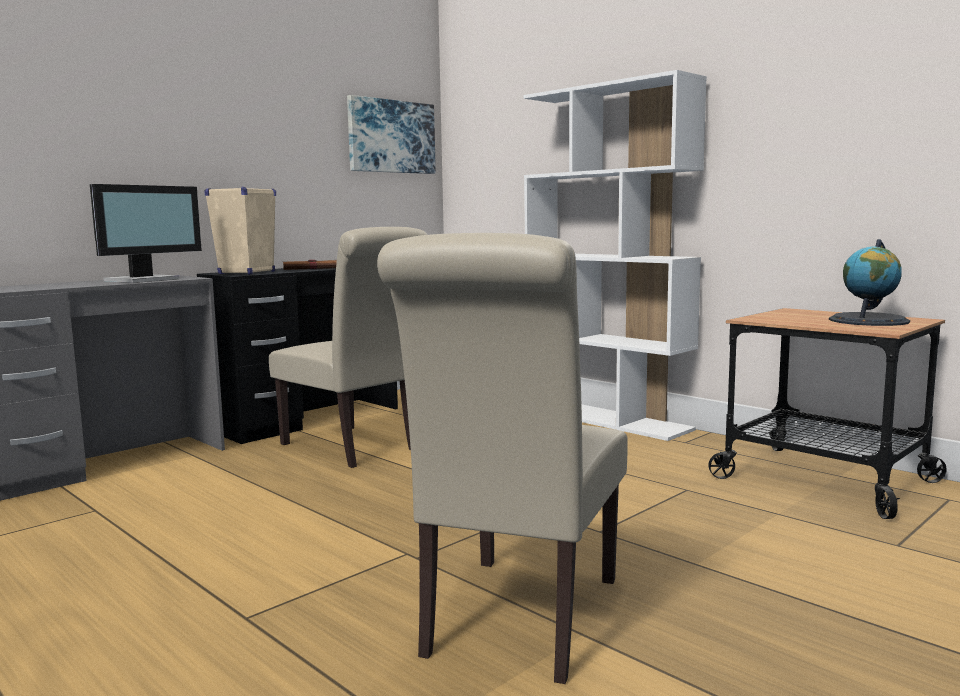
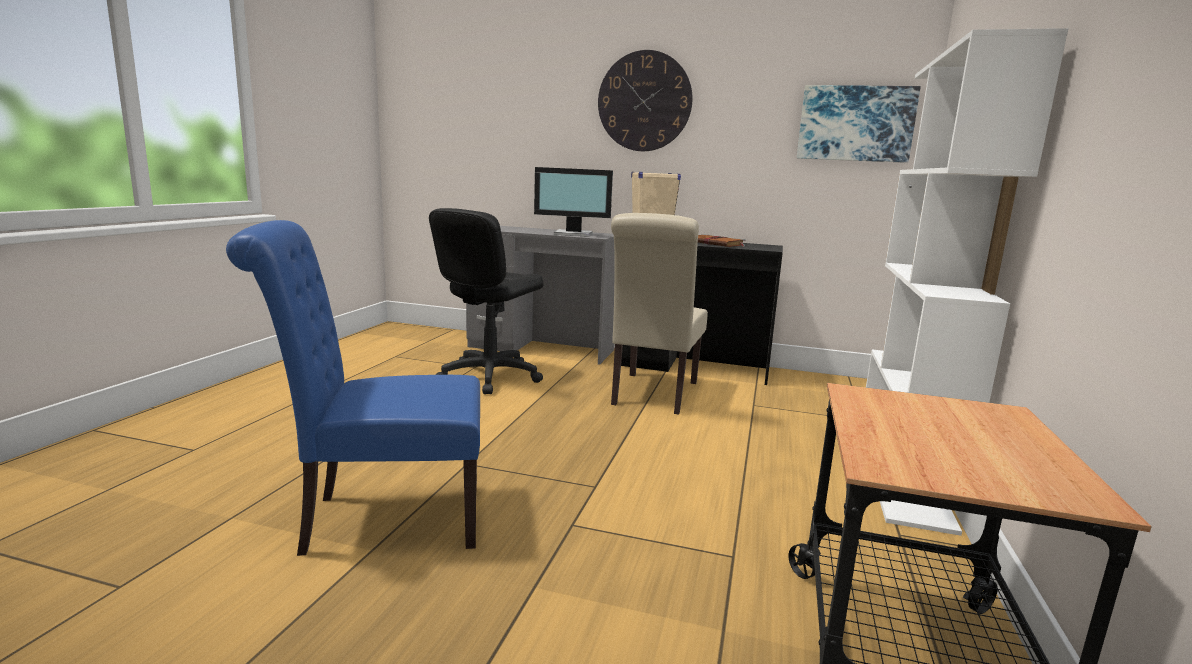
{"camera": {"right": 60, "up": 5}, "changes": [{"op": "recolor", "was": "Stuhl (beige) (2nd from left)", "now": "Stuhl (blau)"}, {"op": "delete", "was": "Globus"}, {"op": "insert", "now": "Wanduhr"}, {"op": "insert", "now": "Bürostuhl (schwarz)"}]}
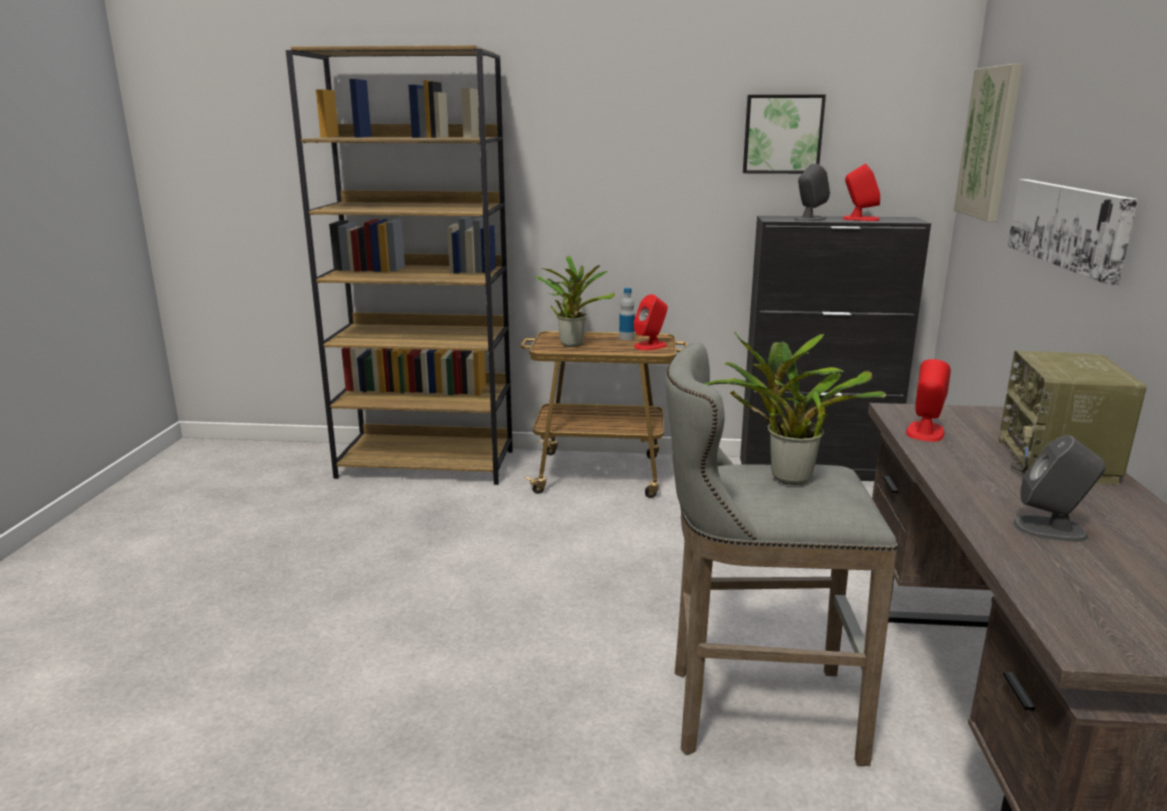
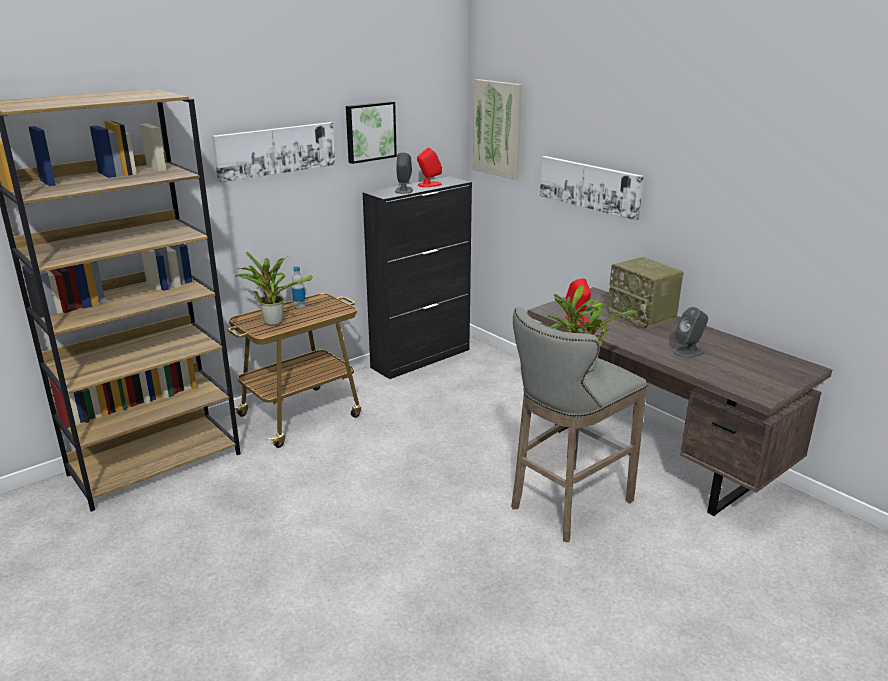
{"camera": {"right": -45, "up": 5}, "changes": [{"op": "delete", "was": "Lautsprecher (rot) (1st from left)"}, {"op": "insert", "now": "Bild (1st from left)"}]}
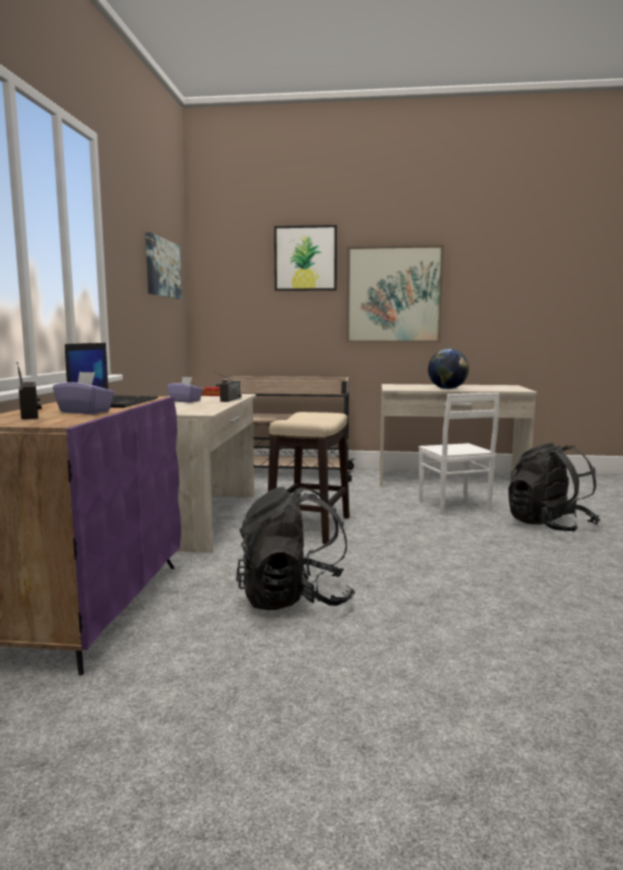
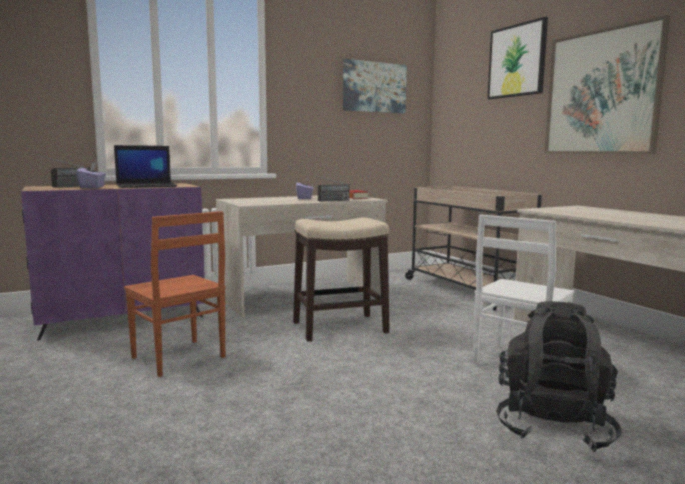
{"camera": {"right": 55, "up": 0}, "changes": [{"op": "delete", "was": "Globus"}, {"op": "replace", "was": "Rucksack (schwarz) (1st from left)", "now": "Stuhl (braun)"}]}
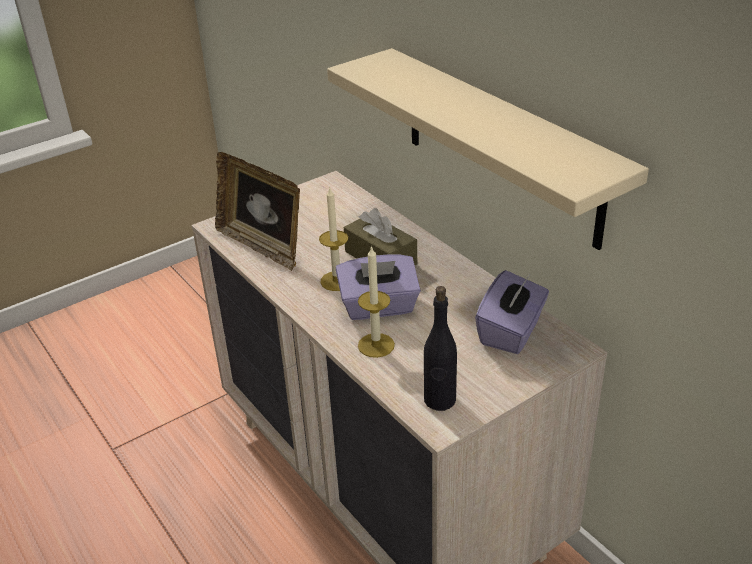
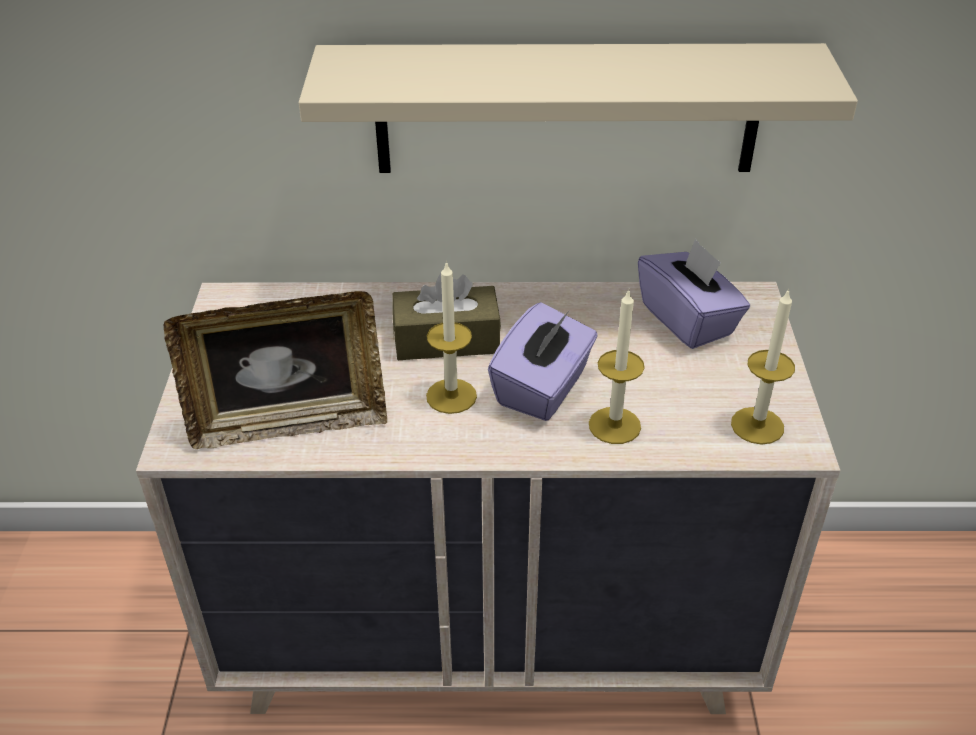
{"camera": {"right": -55, "up": 5}, "changes": [{"op": "replace", "was": "Flasche (schwarz)", "now": "Kerze (3rd from left)"}]}
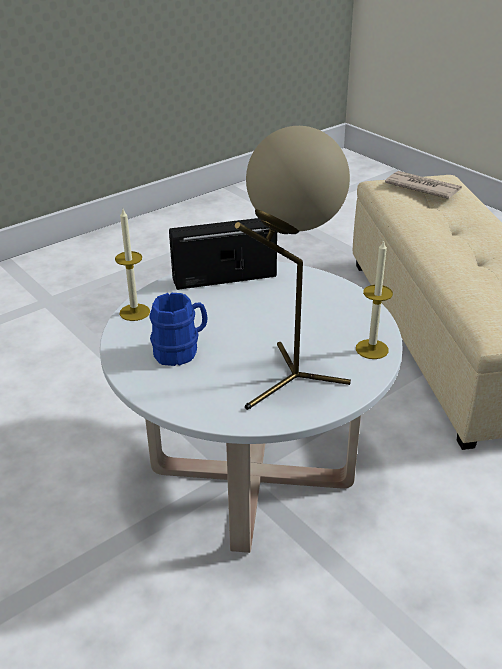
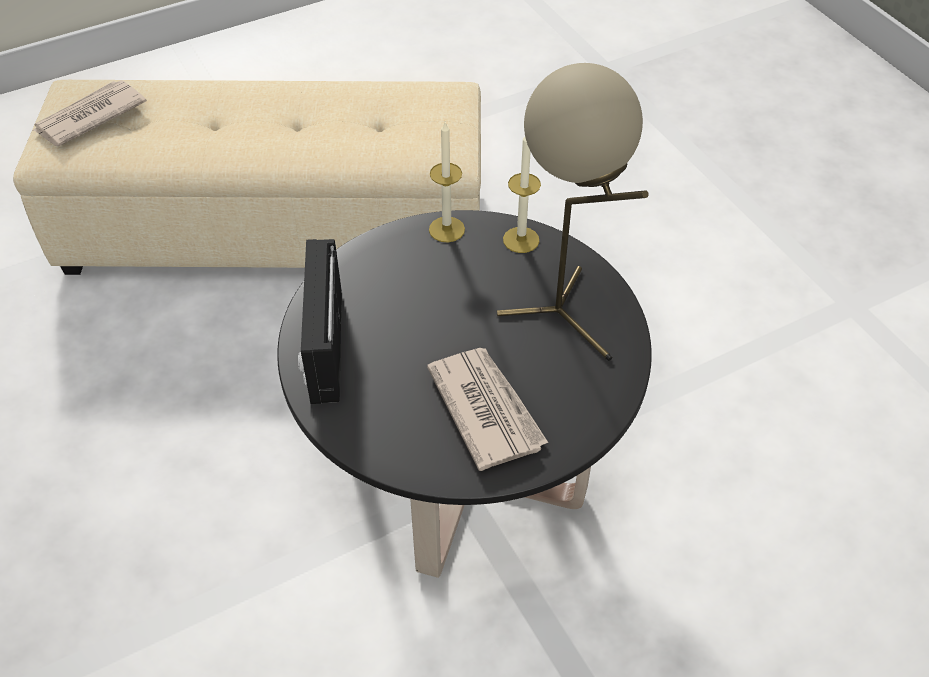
{"camera": {"right": -80, "up": 15}, "changes": [{"op": "move", "was": "Kerze (1st from left)"}, {"op": "recolor", "was": "Couchtisch (weiß)", "now": "Couchtisch (schwarz)"}, {"op": "replace", "was": "Henkelbecher (blau)", "now": "Zeitung (2nd from left)"}]}
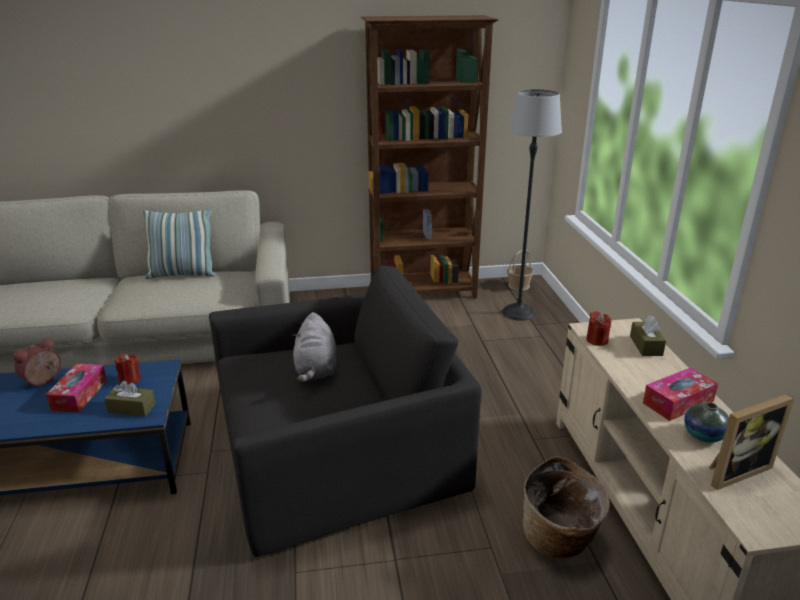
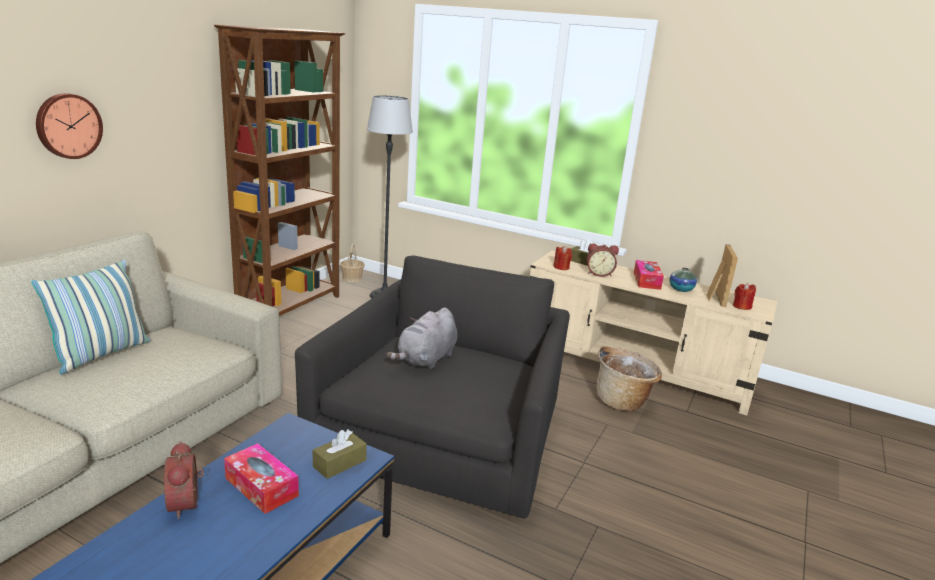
{"camera": {"right": -55, "up": -5}, "changes": [{"op": "rotate", "was": "Plüschtier (grau)", "clockwise": 90}, {"op": "move", "was": "Kerze (rot) (1st from left in the first image)", "now": "Kerze (rot) (2nd from left)"}, {"op": "insert", "now": "Wanduhr"}, {"op": "insert", "now": "Wecker (2nd from left)"}]}
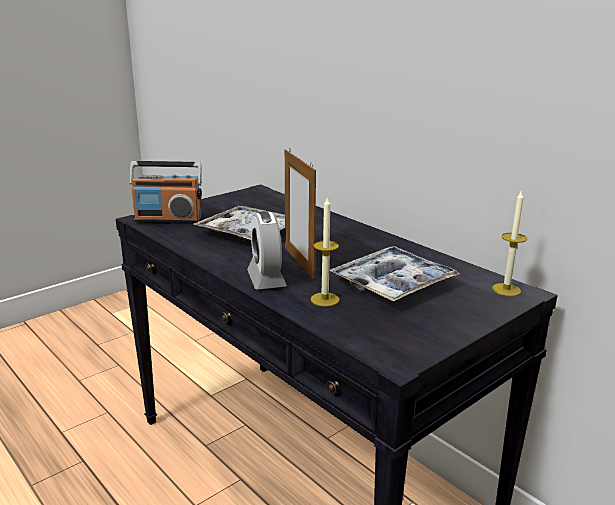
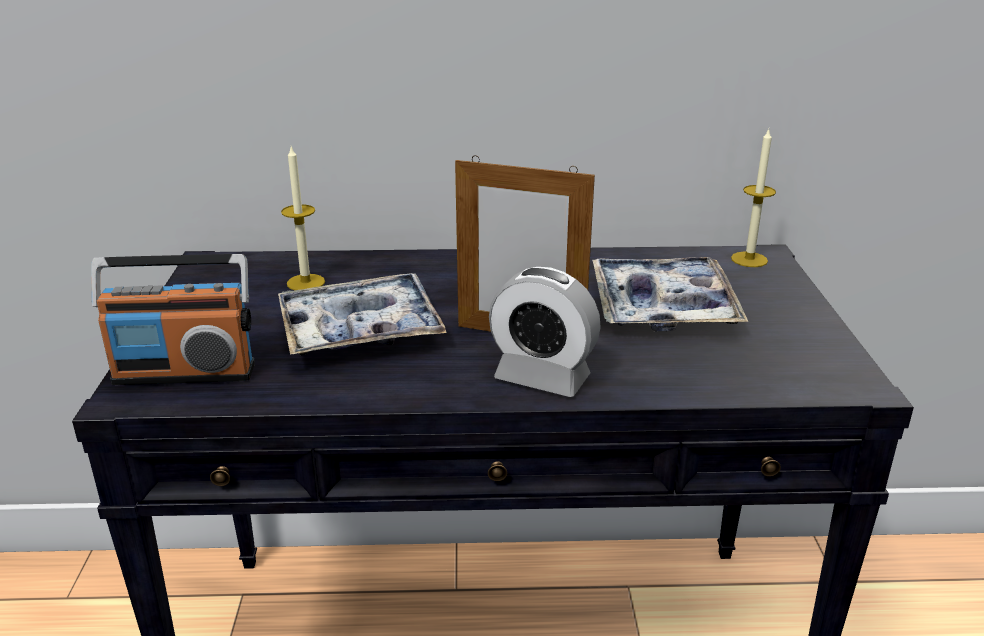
{"camera": {"right": -50, "up": 5}, "changes": [{"op": "rotate", "was": "Radio", "clockwise": 45}, {"op": "move", "was": "Kerze (1st from left)"}]}
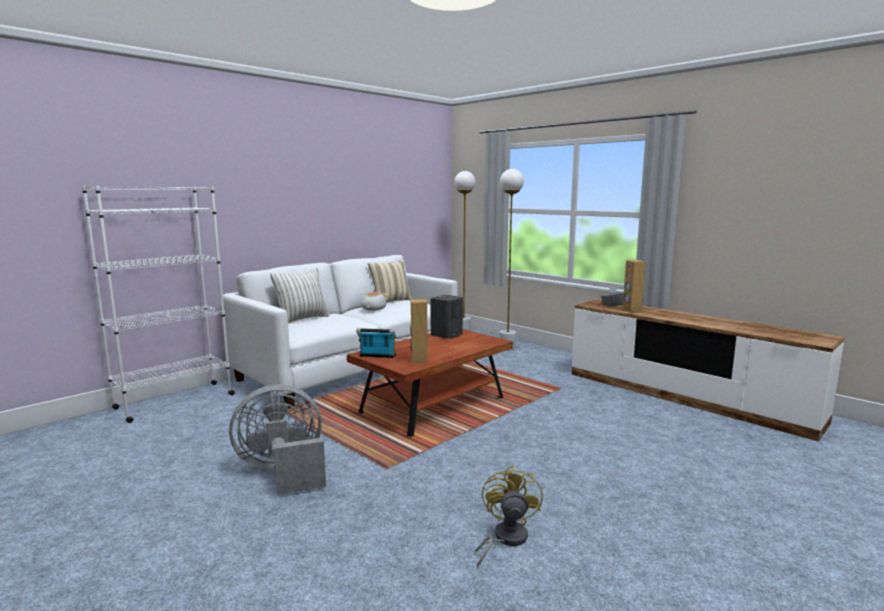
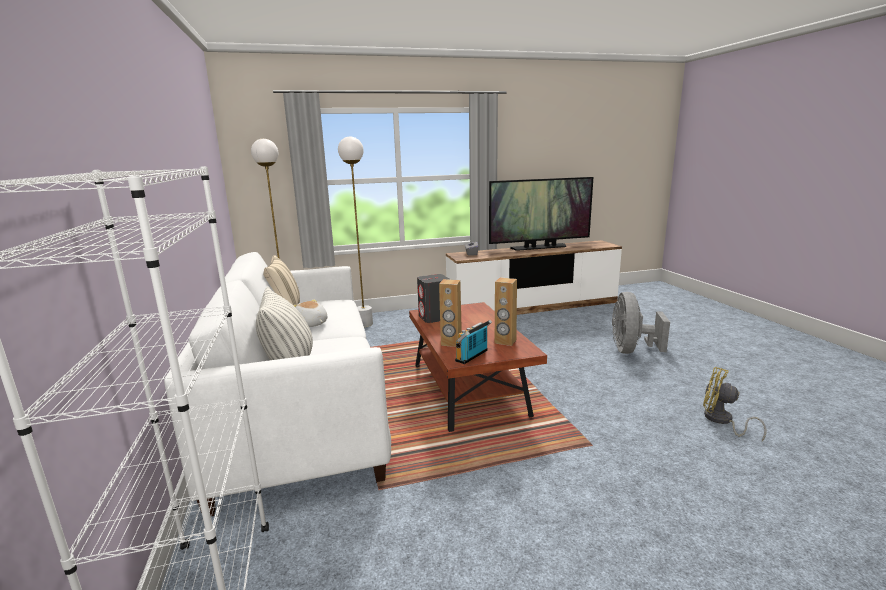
{"camera": {"right": -60, "up": 5}, "changes": [{"op": "move", "was": "Lautsprecher (braun) (2nd from left in the first image)", "now": "Lautsprecher (braun) (1st from left)"}, {"op": "move", "was": "Ventilator (grau)"}, {"op": "insert", "now": "Fernseher"}]}
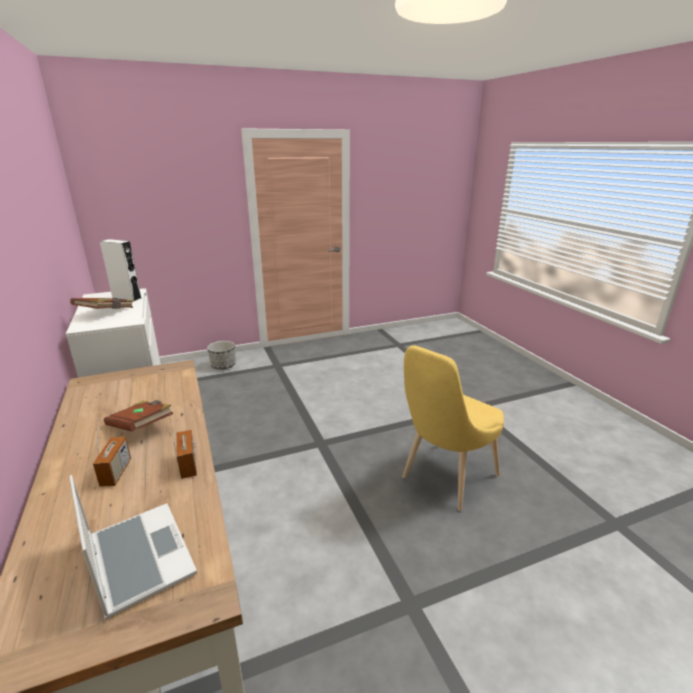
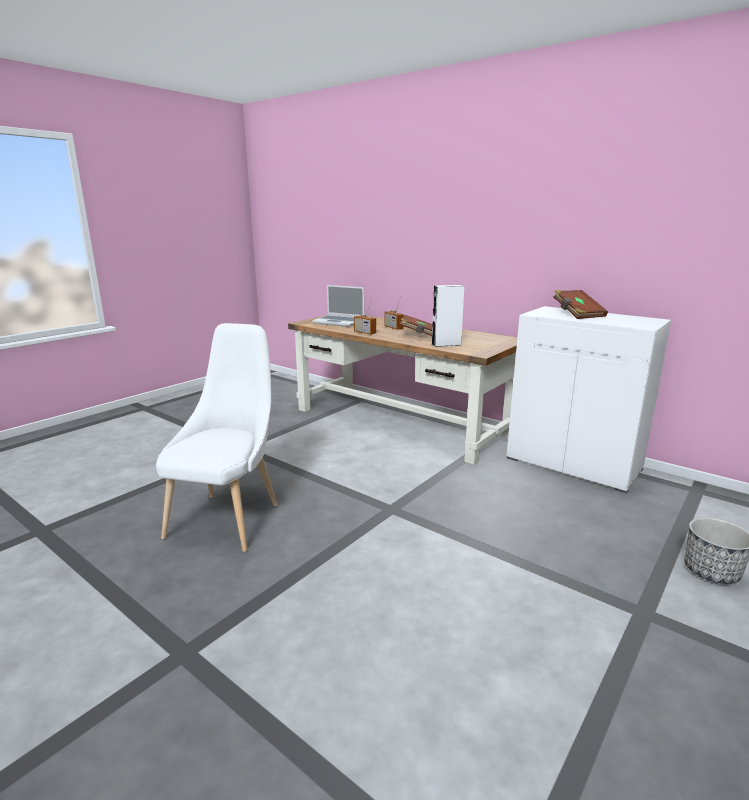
{"camera": {"right": 150, "up": -5}, "changes": [{"op": "move", "was": "Lautsprecher (weiß)"}, {"op": "recolor", "was": "Stuhl (gelb)", "now": "Stuhl (weiß)"}]}
